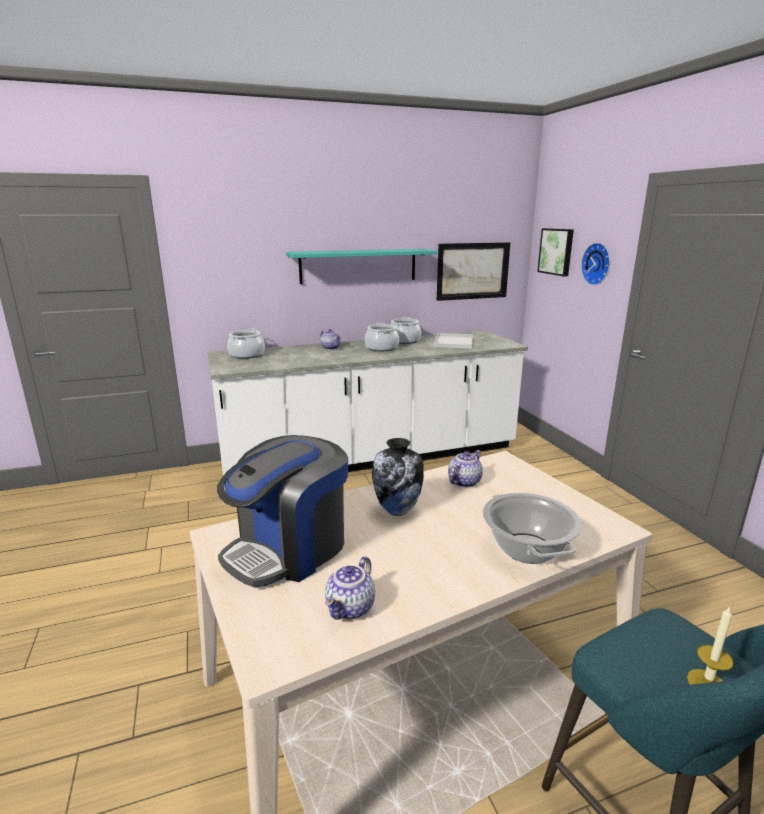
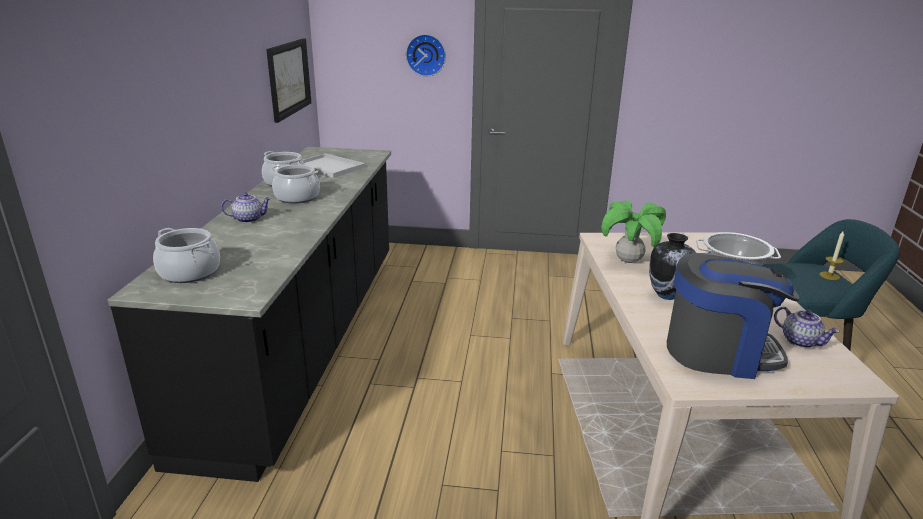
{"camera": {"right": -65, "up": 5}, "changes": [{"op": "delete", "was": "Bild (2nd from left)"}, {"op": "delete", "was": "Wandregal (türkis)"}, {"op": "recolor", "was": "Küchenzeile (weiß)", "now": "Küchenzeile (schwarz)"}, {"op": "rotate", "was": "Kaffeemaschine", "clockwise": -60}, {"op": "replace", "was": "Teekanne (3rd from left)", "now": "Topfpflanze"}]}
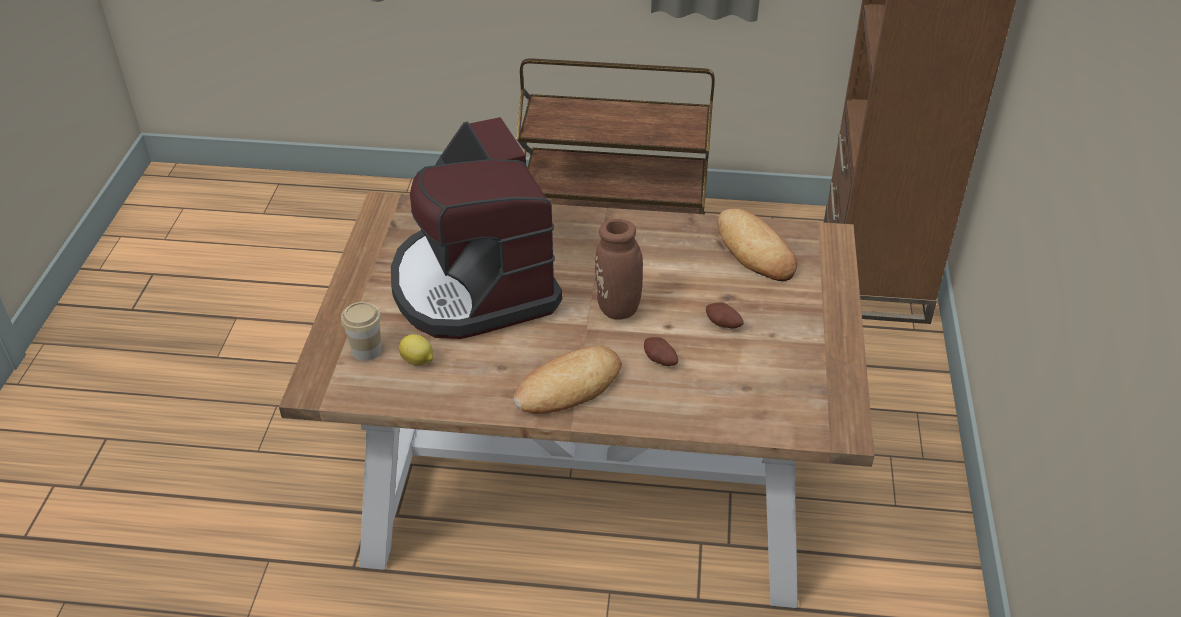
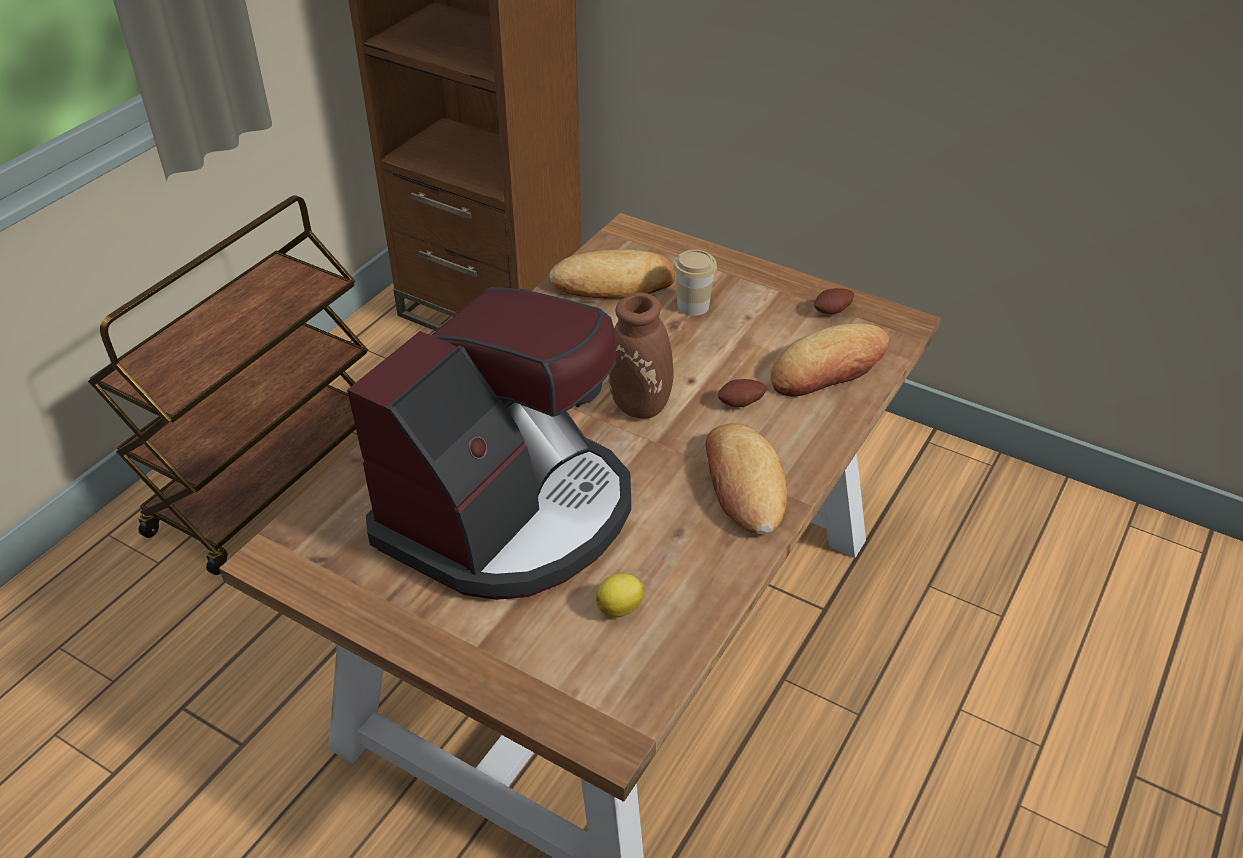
{"camera": {"right": -65, "up": 0}, "changes": [{"op": "rotate", "was": "Kaffeemaschine", "clockwise": -60}, {"op": "move", "was": "Tasse"}, {"op": "move", "was": "Kartoffel (2nd from left)"}, {"op": "insert", "now": "Brot (3rd from left)"}]}
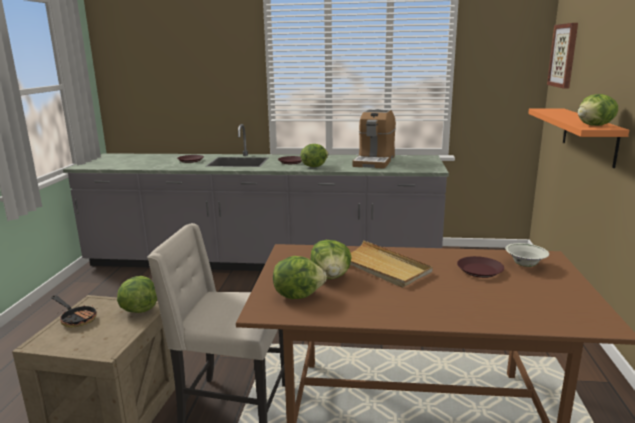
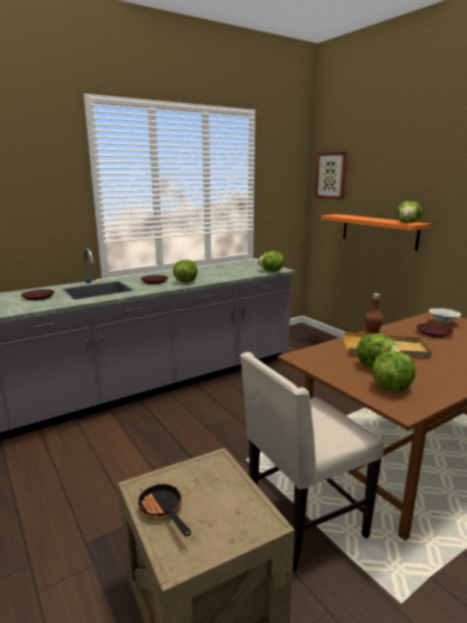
{"camera": {"right": -40, "up": 0}, "changes": [{"op": "delete", "was": "Kaffeemaschine"}, {"op": "move", "was": "Salatkopf (1st from left in the first image)", "now": "Salatkopf (2nd from left)"}, {"op": "rotate", "was": "Pfanne", "clockwise": -120}, {"op": "insert", "now": "Flasche (braun)"}]}
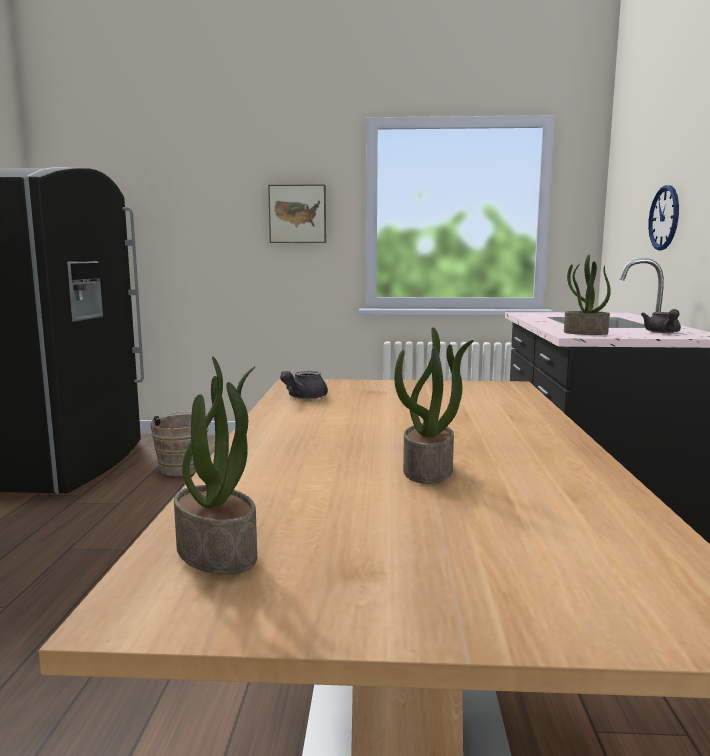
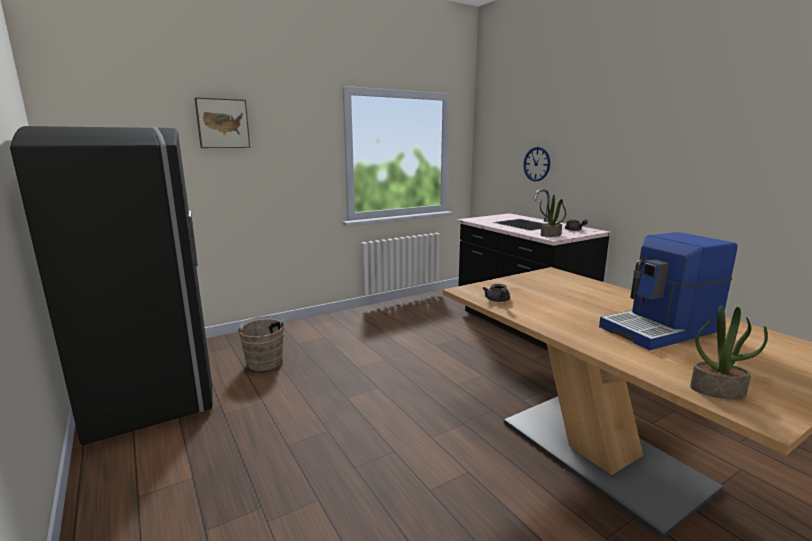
{"camera": {"right": -35, "up": 5}, "changes": [{"op": "move", "was": "Bild"}, {"op": "replace", "was": "Topfpflanze (2nd from left)", "now": "Kaffeemaschine"}]}
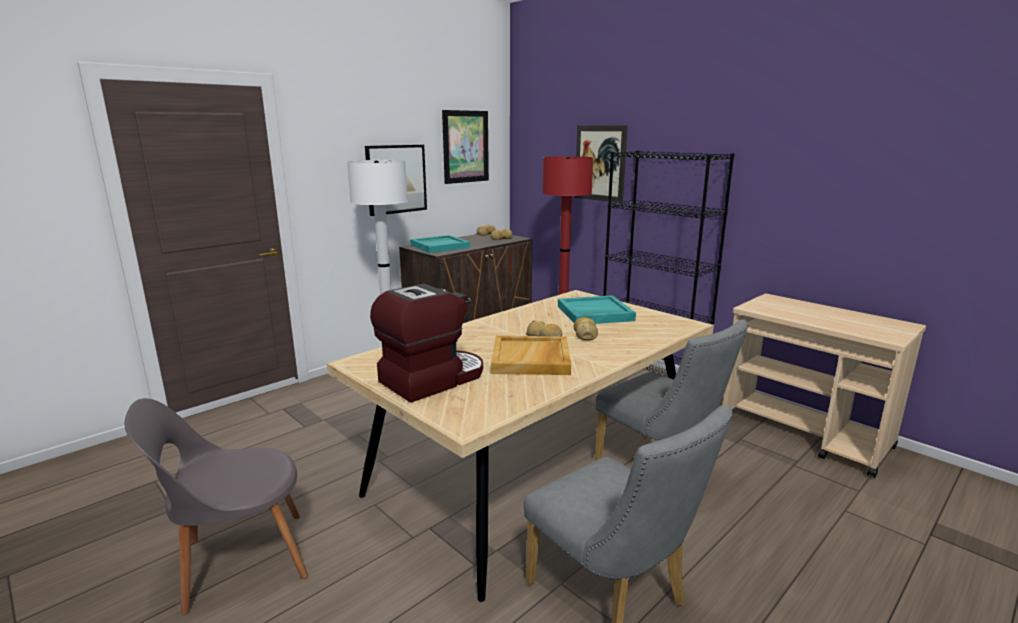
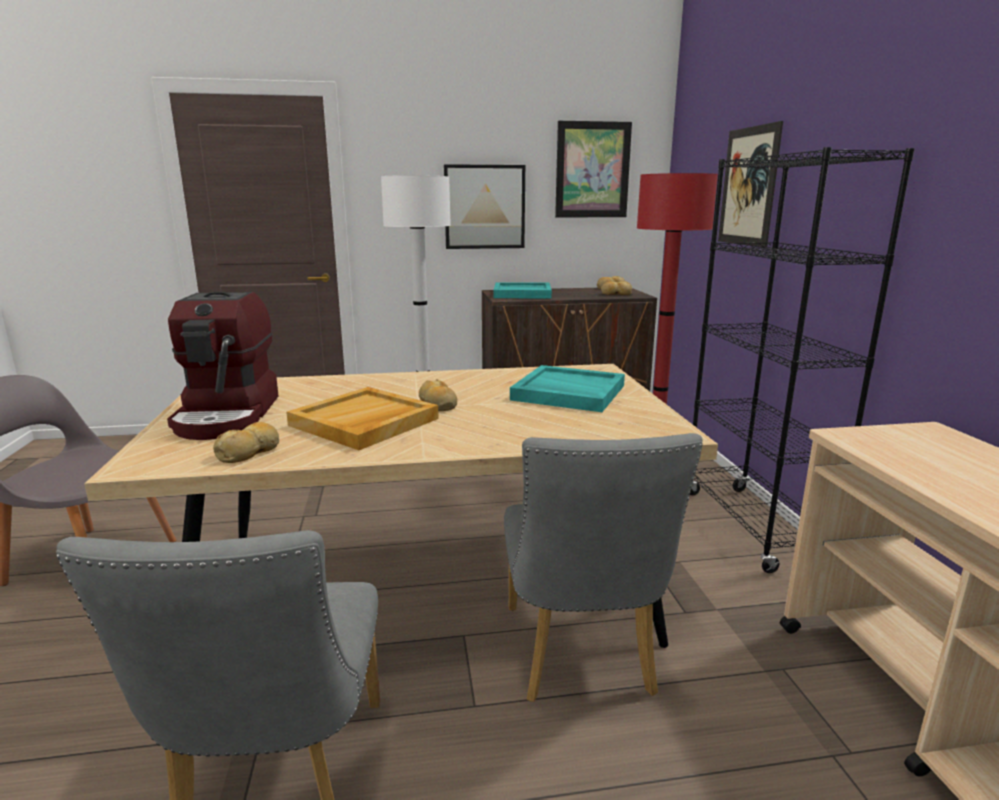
{"camera": {"right": 35, "up": 0}, "changes": [{"op": "rotate", "was": "Kaffeemaschine", "clockwise": 90}, {"op": "move", "was": "Brot (4th from left in the first image)", "now": "Brot (1st from left)"}]}
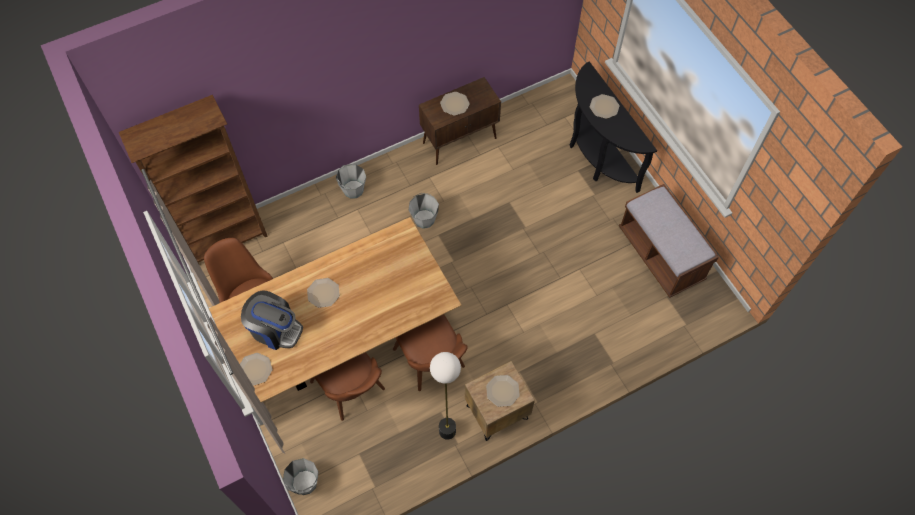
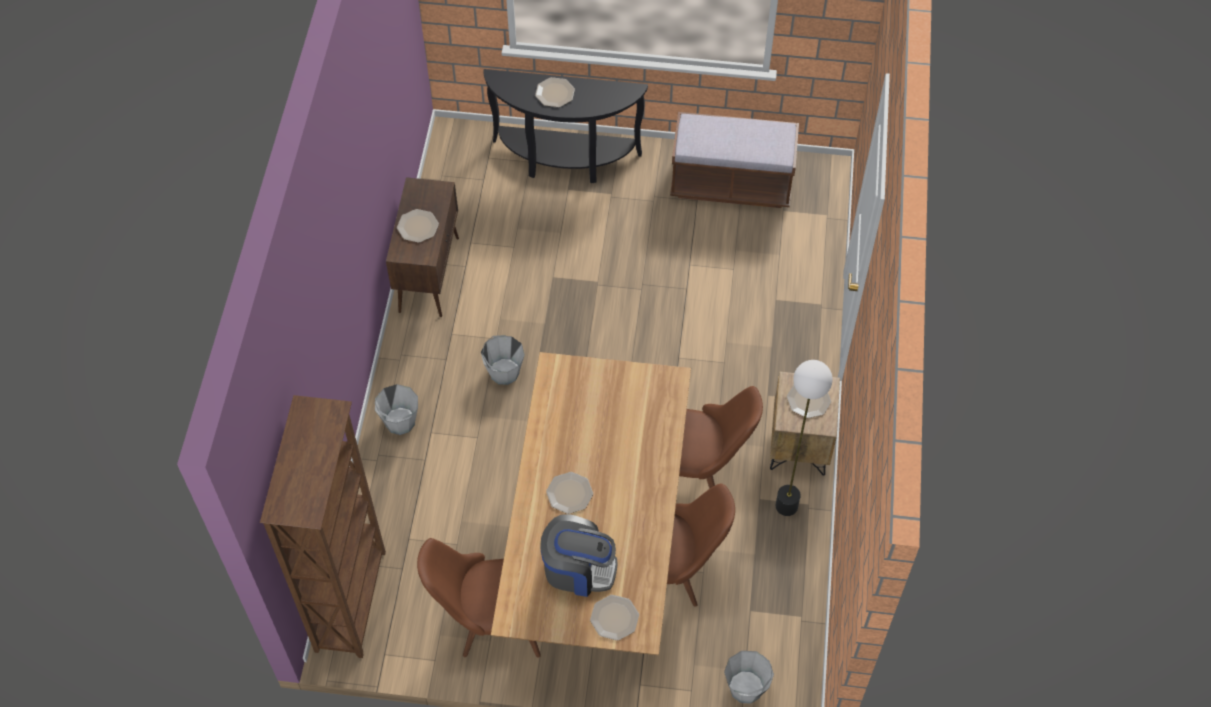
{"camera": {"right": -55, "up": -5}, "changes": [{"op": "rotate", "was": "Kaffeemaschine", "clockwise": 45}]}
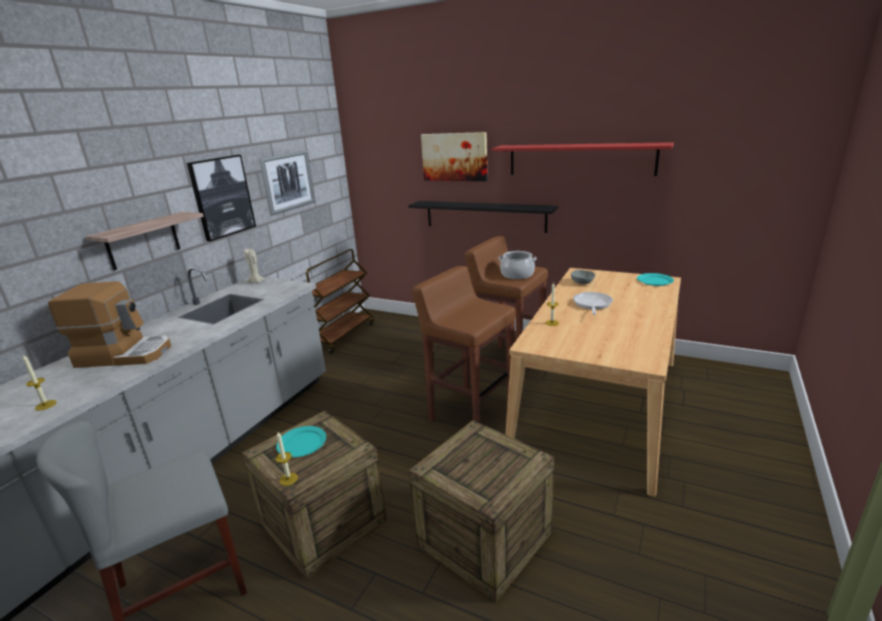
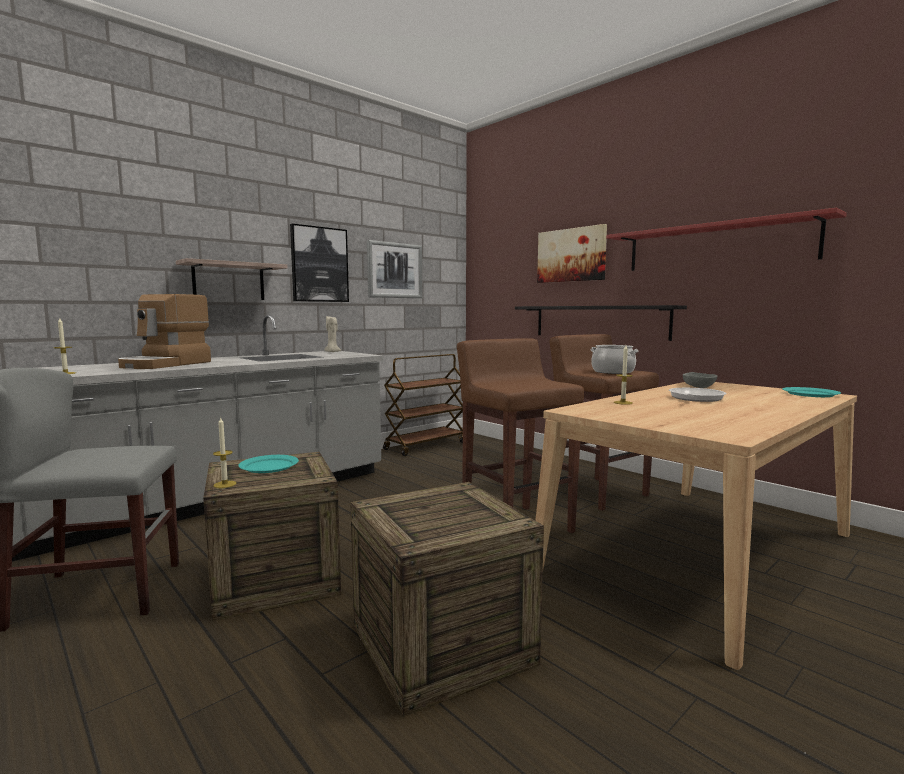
{"camera": {"right": 20, "up": -15}, "changes": [{"op": "rotate", "was": "Kaffeemaschine", "clockwise": 90}]}
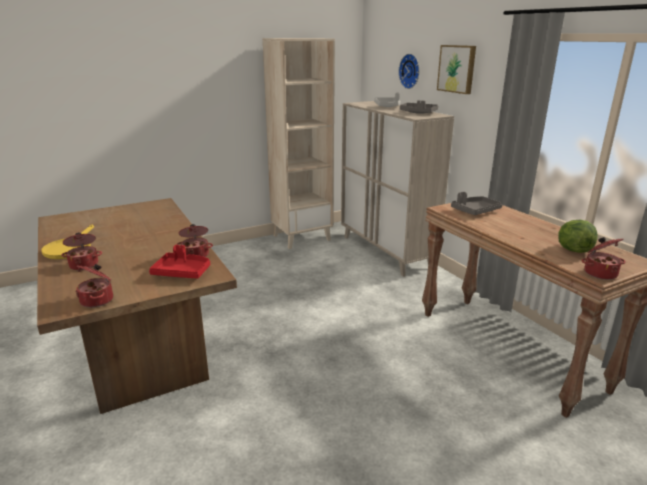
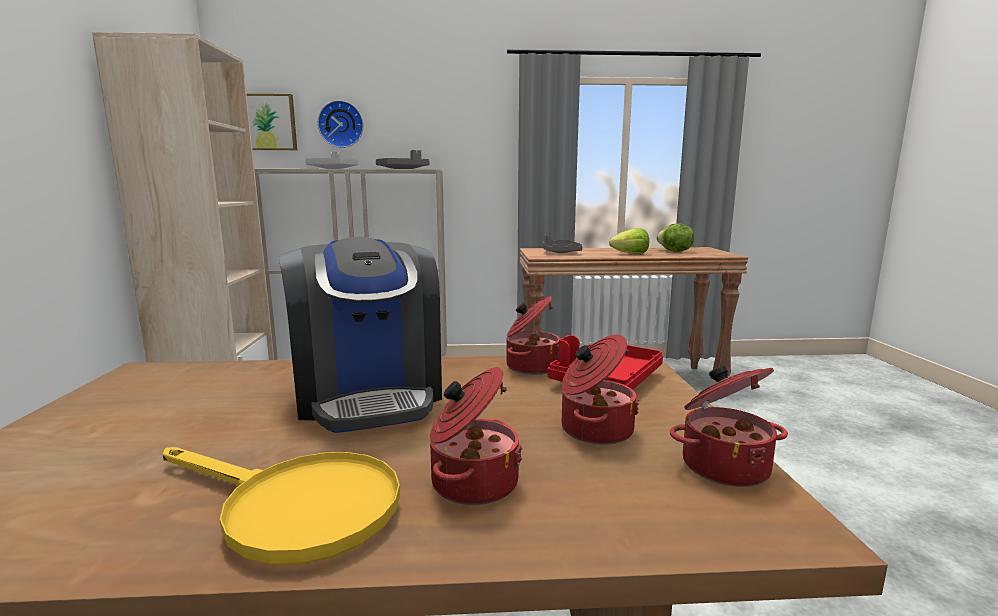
{"camera": {"right": -65, "up": -10}, "changes": [{"op": "move", "was": "Bild"}, {"op": "move", "was": "Kochtopf (4th from left in the first image)", "now": "Kochtopf (3rd from left)"}, {"op": "insert", "now": "Salatkopf (1st from left)"}, {"op": "insert", "now": "Kaffeemaschine"}]}
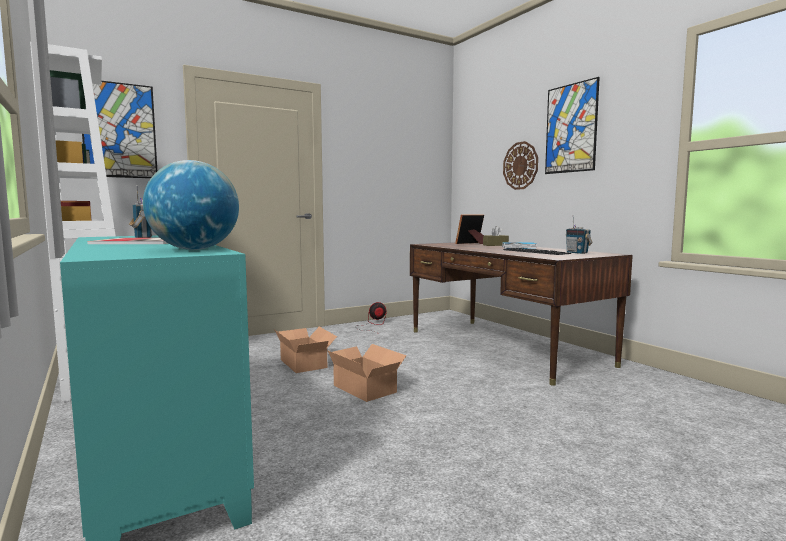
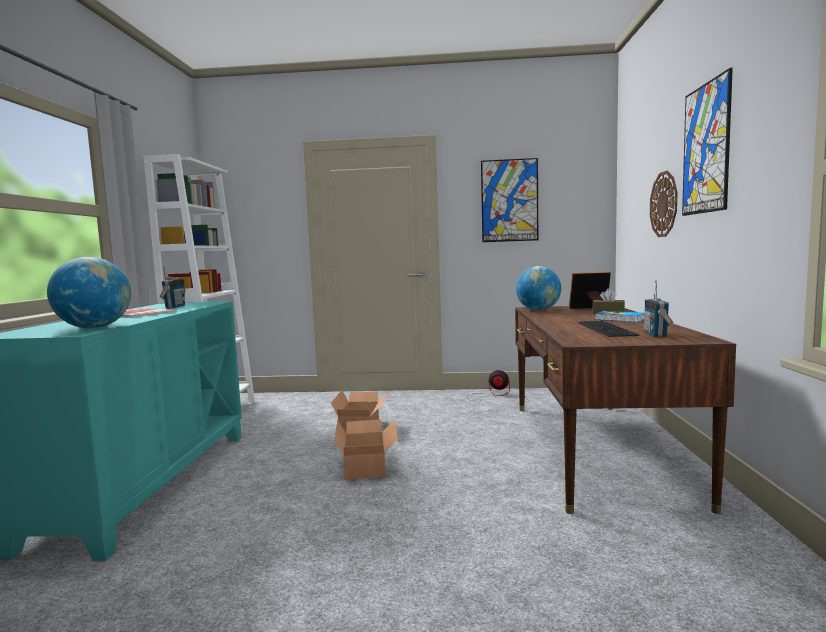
{"camera": {"right": 35, "up": 0}, "changes": [{"op": "move", "was": "Bild (1st from left)"}, {"op": "insert", "now": "Globus (2nd from left)"}]}
